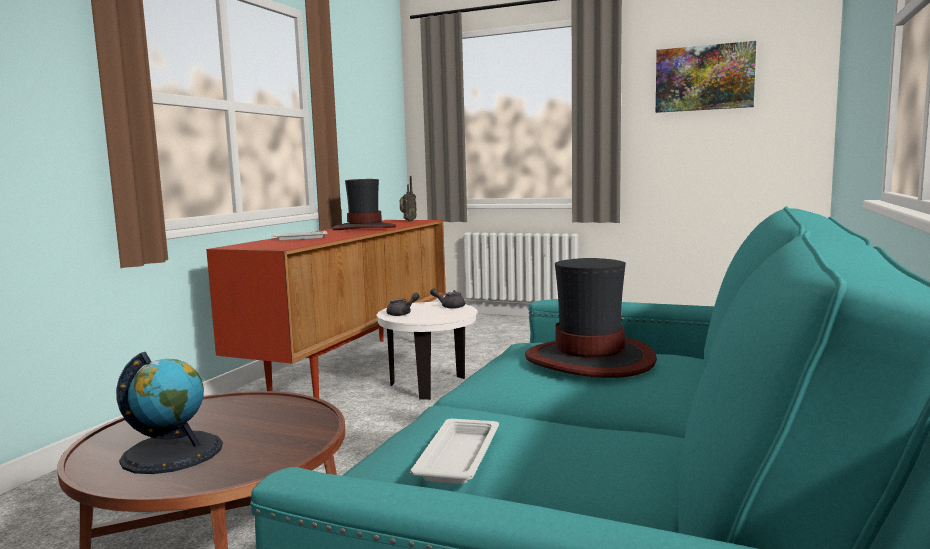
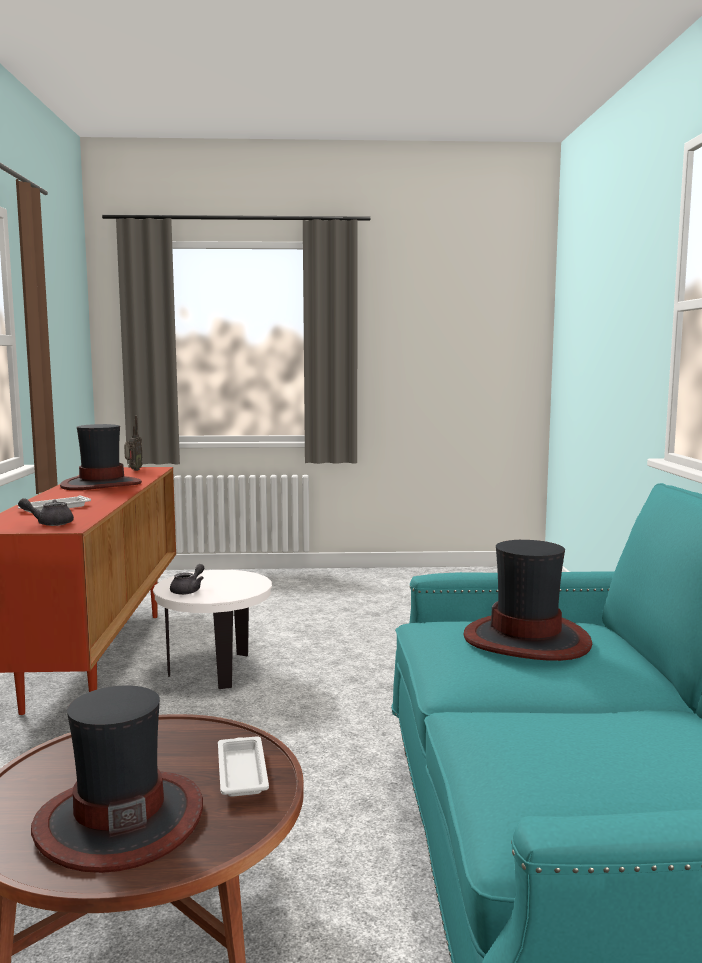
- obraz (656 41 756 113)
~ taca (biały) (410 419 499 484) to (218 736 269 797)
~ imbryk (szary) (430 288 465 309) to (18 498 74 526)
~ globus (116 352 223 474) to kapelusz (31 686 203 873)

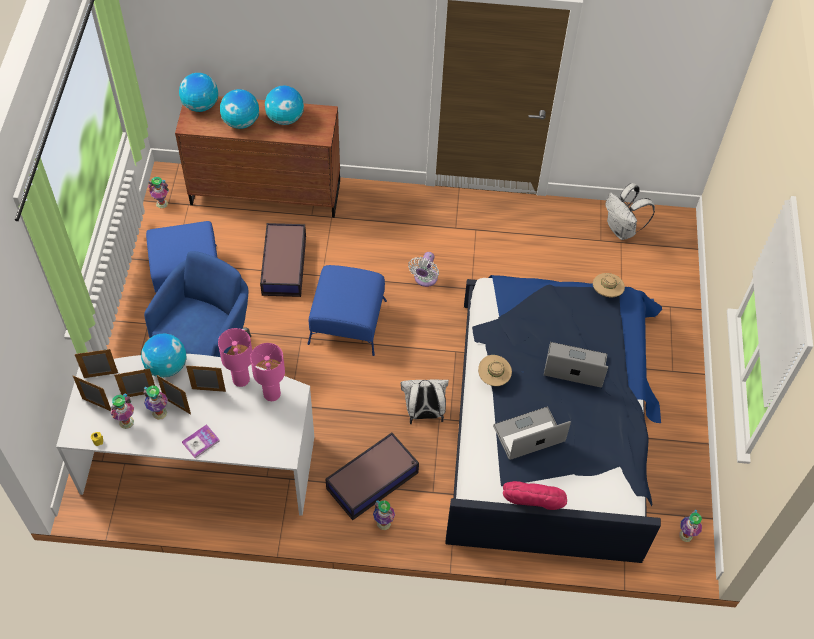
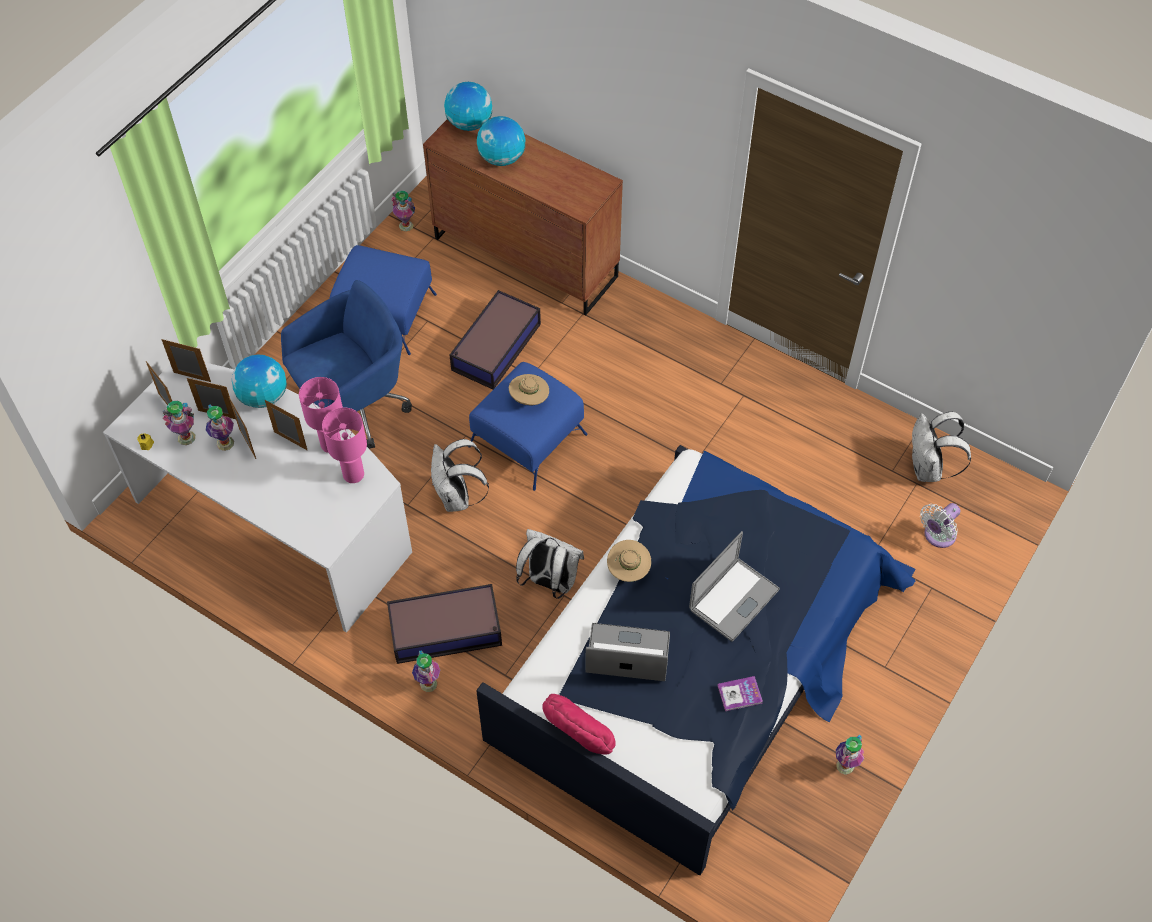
- globus (265 86 304 125)
+ plecak (biały) (431 439 489 512)
~ książka (182 424 220 458) to (717 676 763 711)
~ wentylator (biały) (408 252 439 287) to (920 503 960 548)
~ kapelusz (beżowy) (593 273 625 297) to (509 374 549 405)
~ wazon (679 510 702 542) to (836 735 864 775)
~ laptop (544 342 608 388) = (689 531 780 642) 90 degrees clockwise

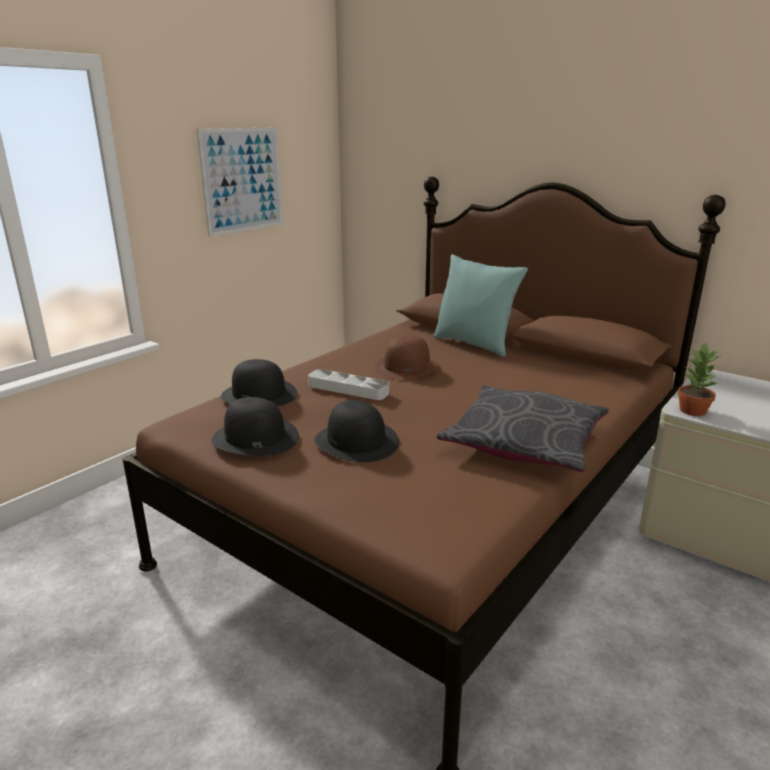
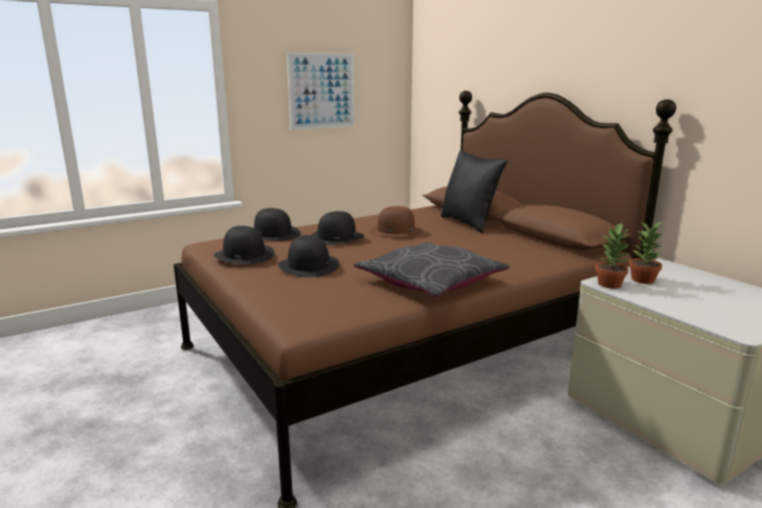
+ roślina doniczkowa (629 221 662 284)
~ taca (szary) (308 369 389 400) to kapelusz (czarny) (311 211 364 245)
~ poduszka (turkusowy) (433 254 528 357) to poduszka (czarny) (441 150 508 233)

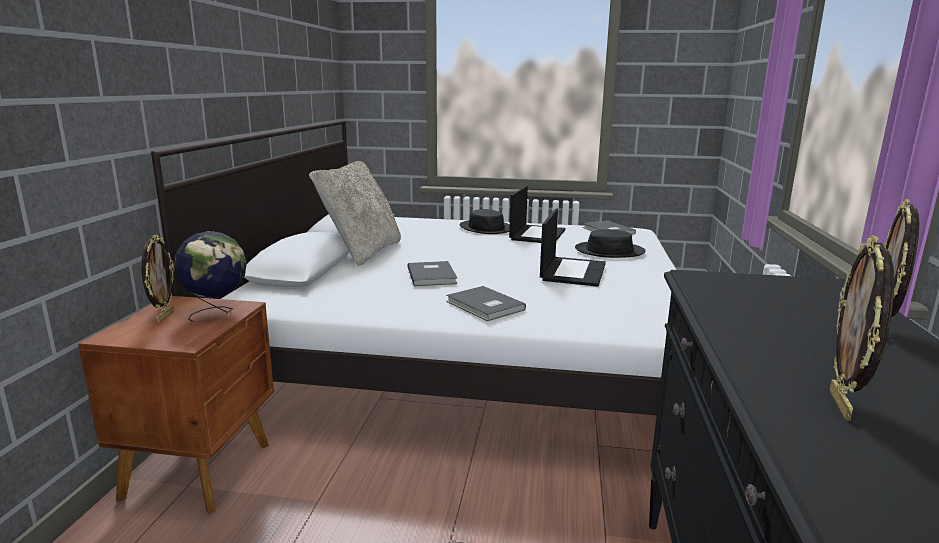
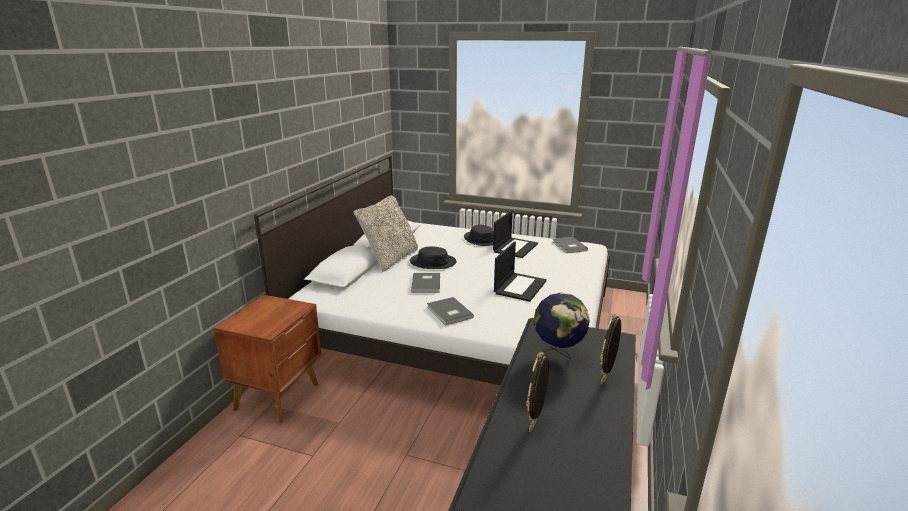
- ramka na zdjęcie (142 235 174 323)
~ globus (174 231 247 322) to (534 293 590 359)
~ kapelusz (czarny) (575 229 646 258) to (410 247 457 269)

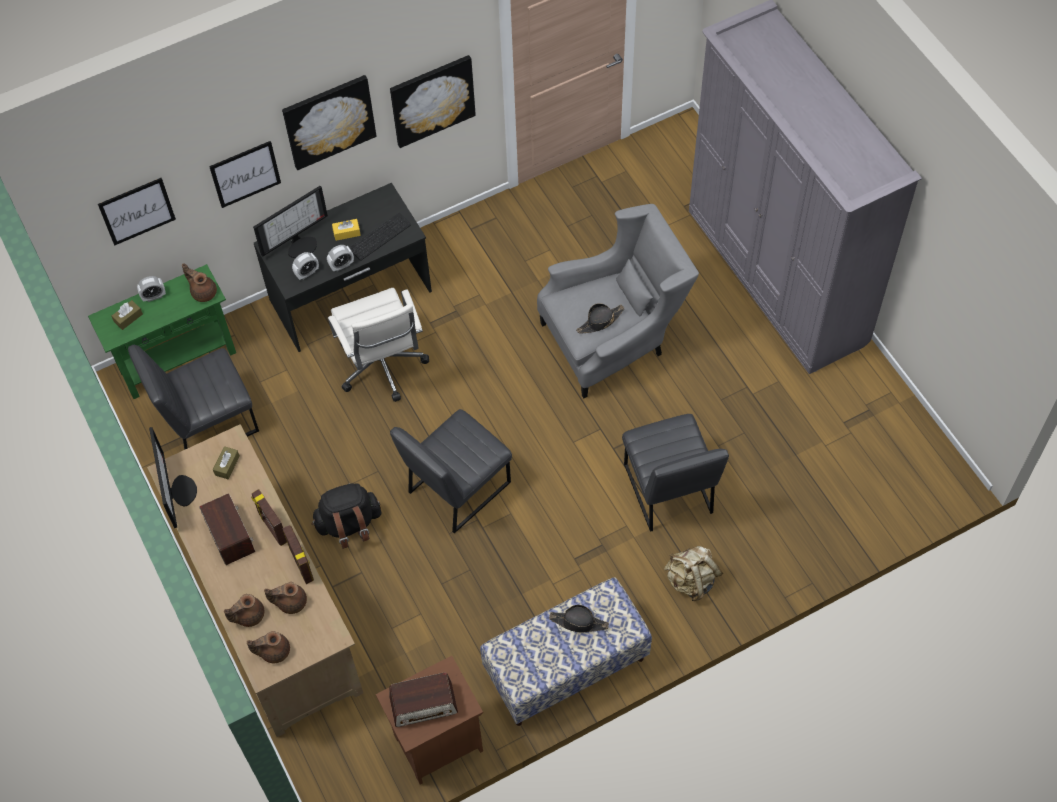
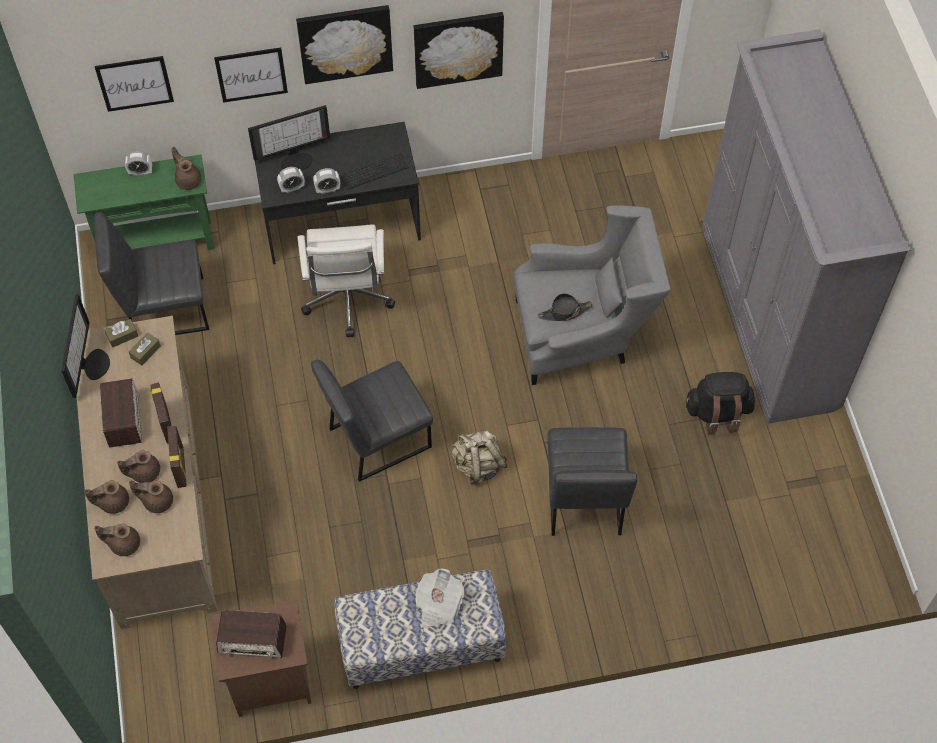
- pudełko chusteczek (żółty) (332 219 361 241)
+ imbryk (brązowy) (117 450 160 483)
~ pudełko chusteczek (brązowy) (112 300 143 330) to (104 319 138 348)
~ plecak (czarny) (312 483 382 549) to (685 372 755 434)
~ plecak (beżowy) (664 546 723 601) to (452 430 507 485)
~ kapelusz (czarny) (549 605 609 633) to gazeta (415 568 465 626)

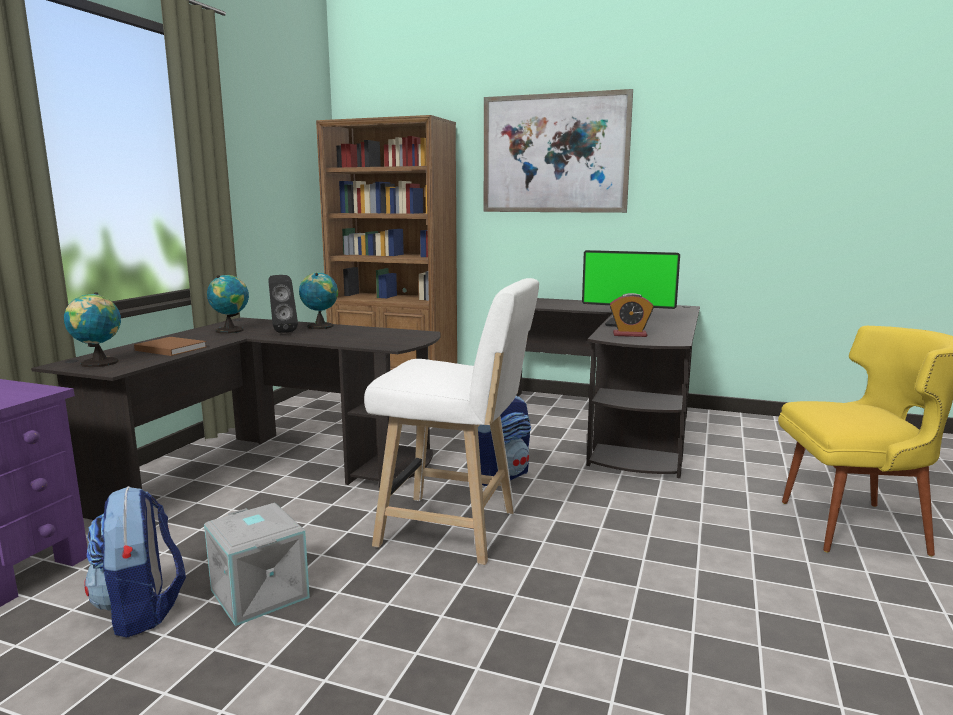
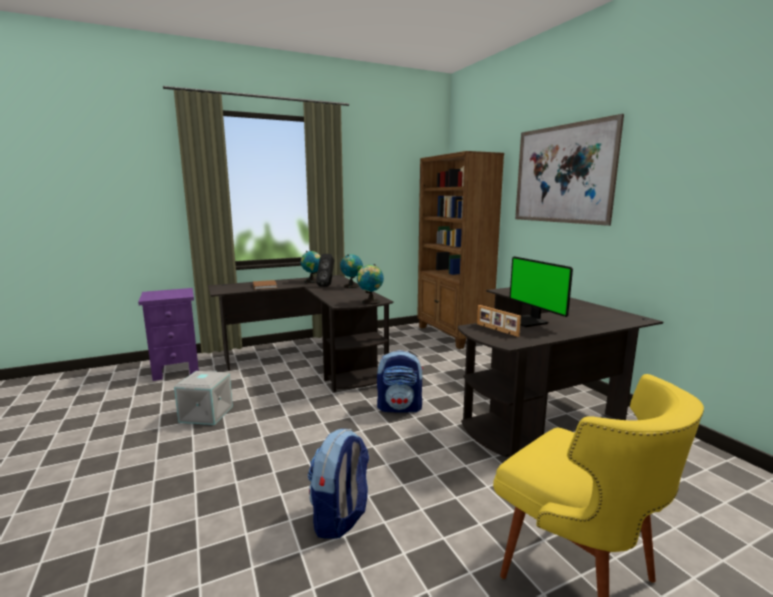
- stołek (biały) (364 278 539 565)
~ globus (64 292 121 367) to (357 264 384 304)
~ plecak (85 486 186 638) to (308 429 369 539)
~ budzik (610 293 654 337) to ramka na zdjęcie (477 305 521 337)

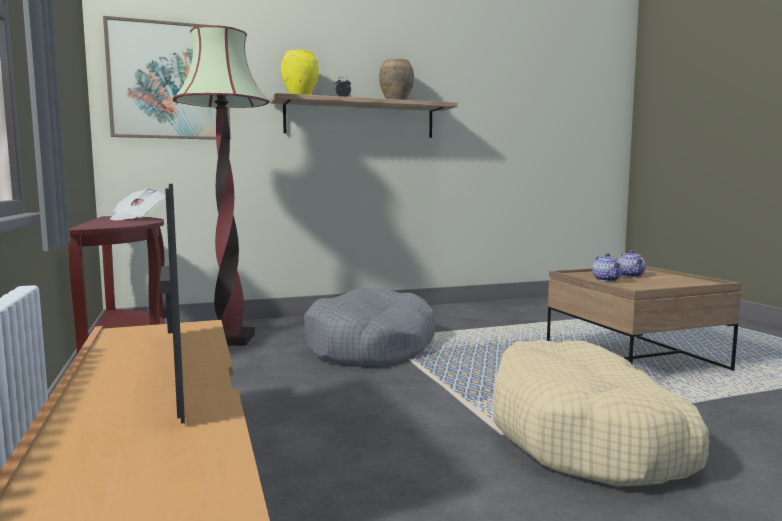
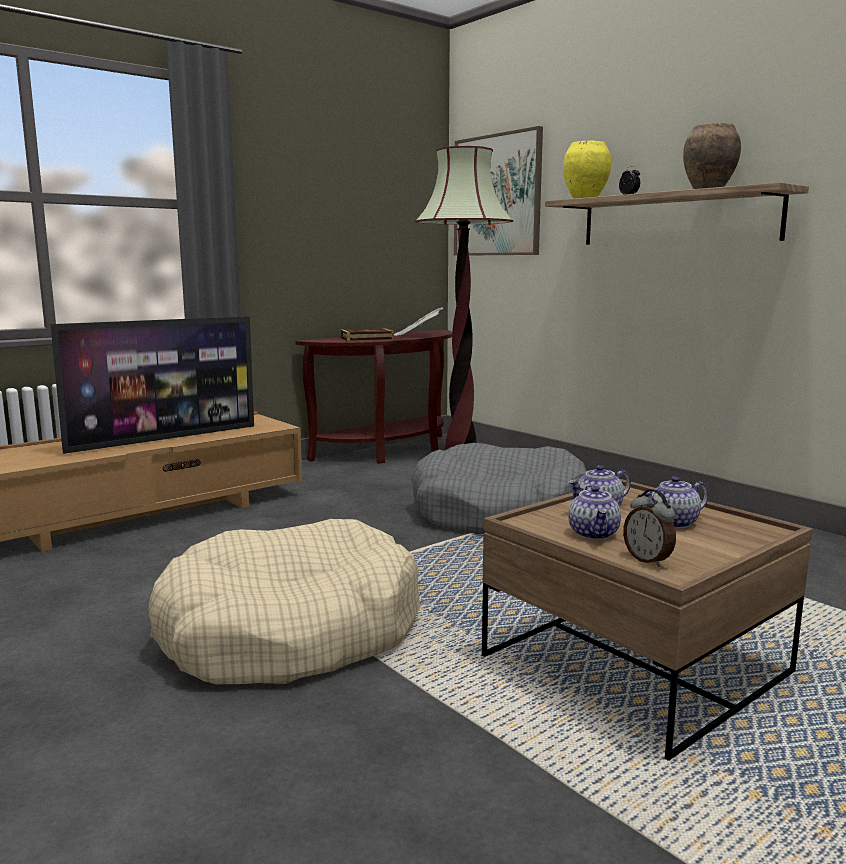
+ książka (341 328 394 341)
+ imbryk (568 485 621 540)
+ budzik (623 489 676 567)

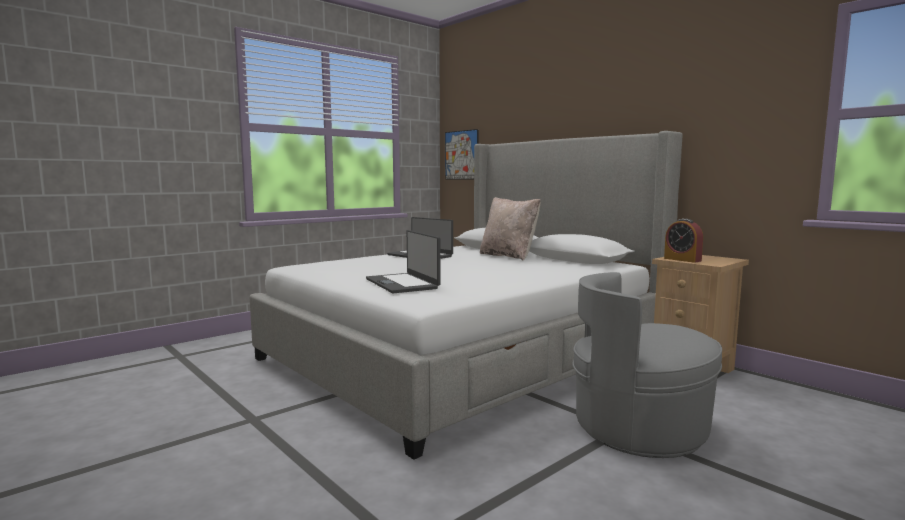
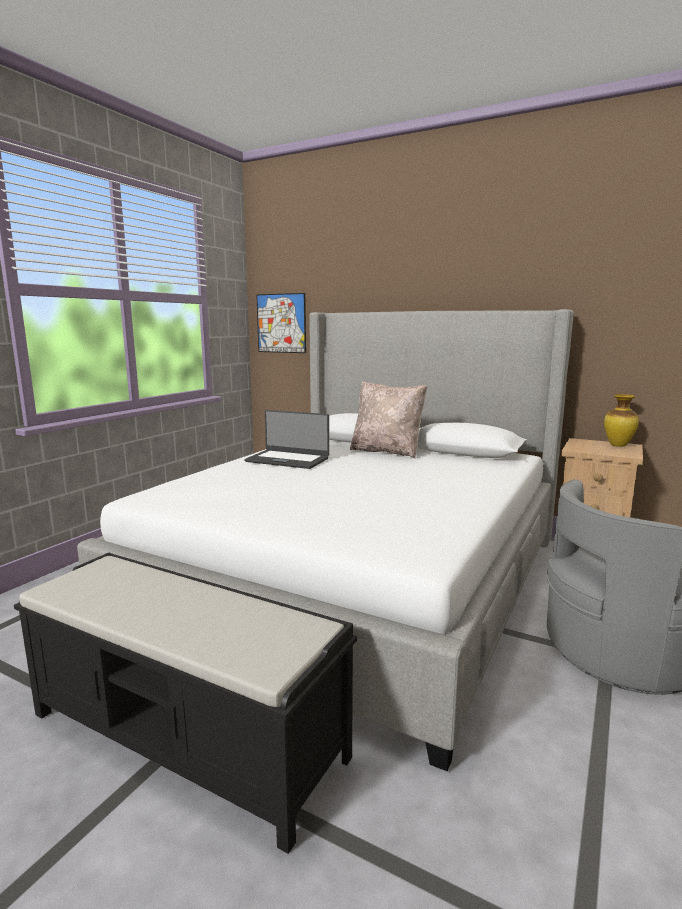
- laptop (366 230 441 293)
- budzik (664 219 703 263)
+ ławka (czarny) (14 553 357 854)
+ wazon (604 394 639 447)

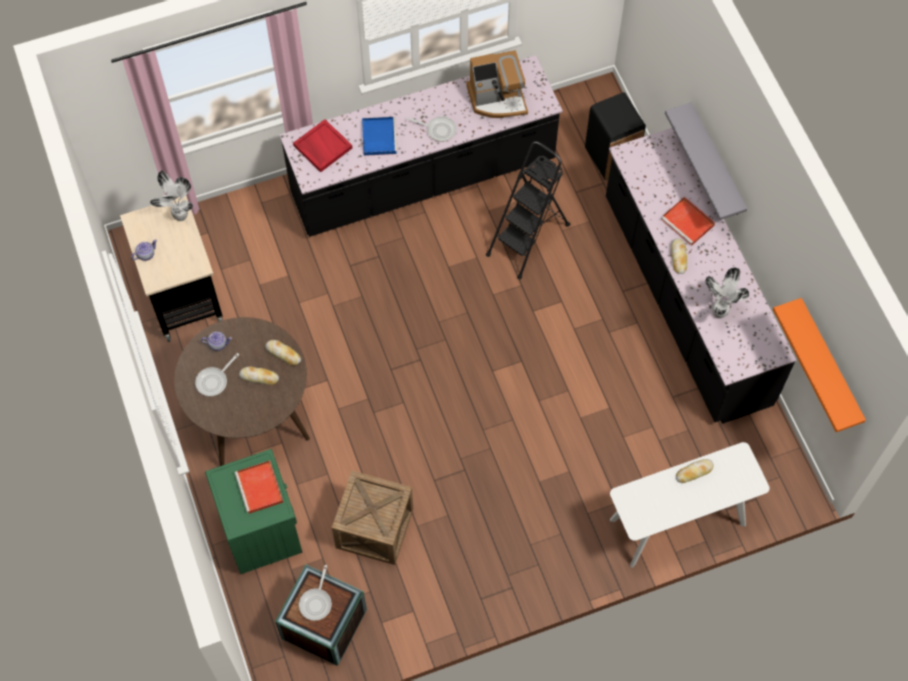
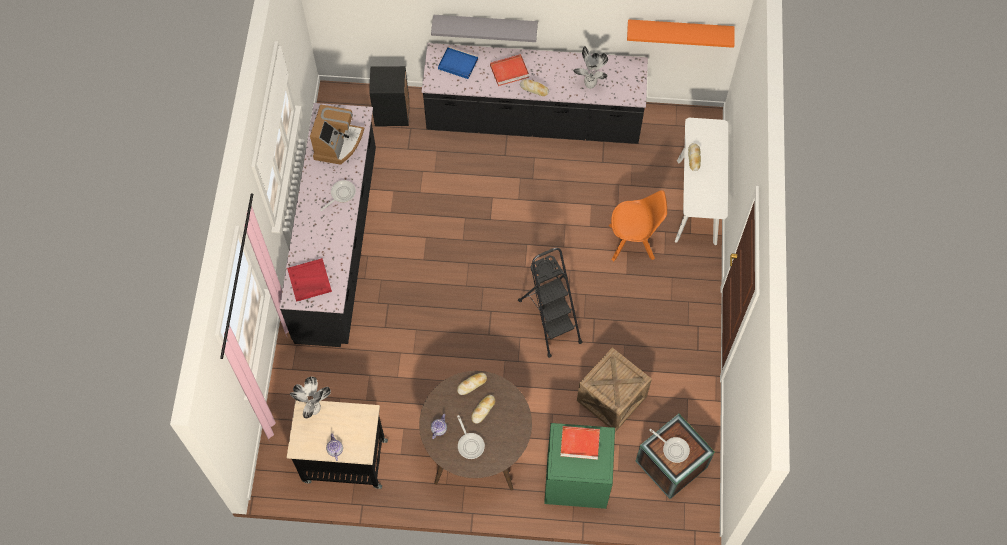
+ krzesło (pomarańczowy) (608 190 667 261)
~ taca (niebieski) (362 117 398 156) to (438 46 478 79)
~ drabinka (486 141 570 279) to (518 248 583 358)

